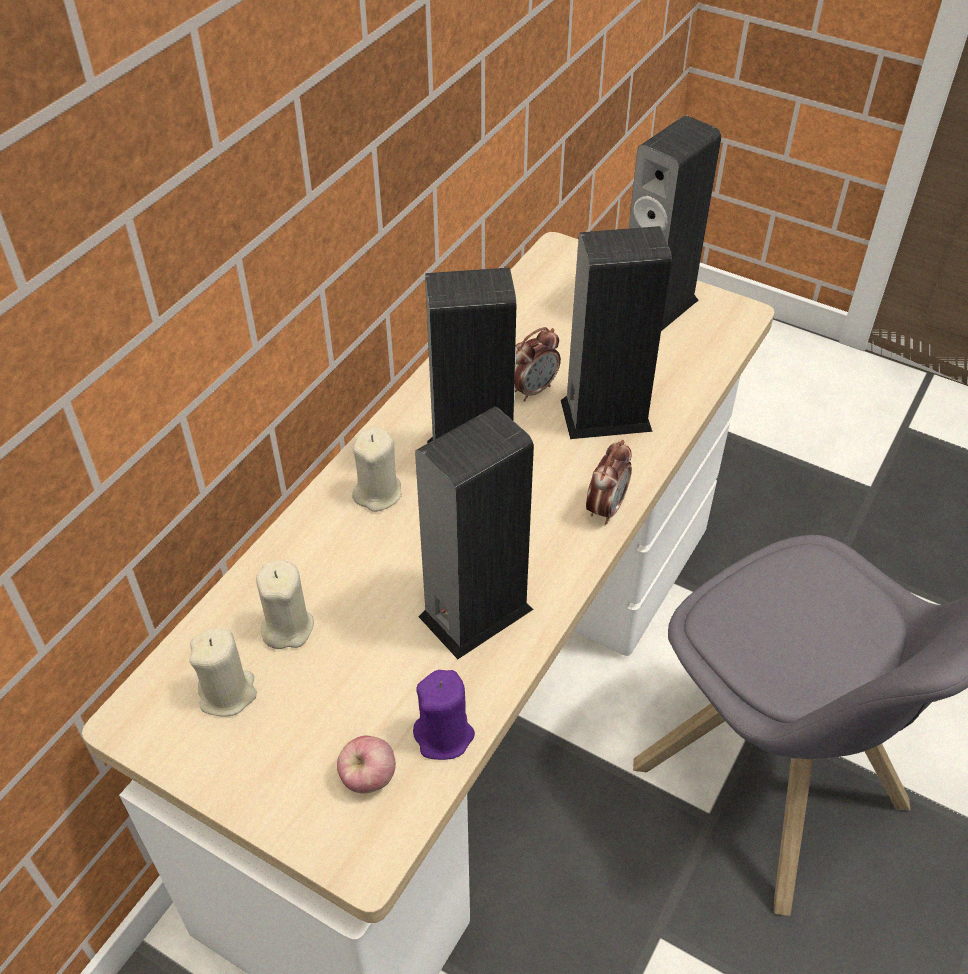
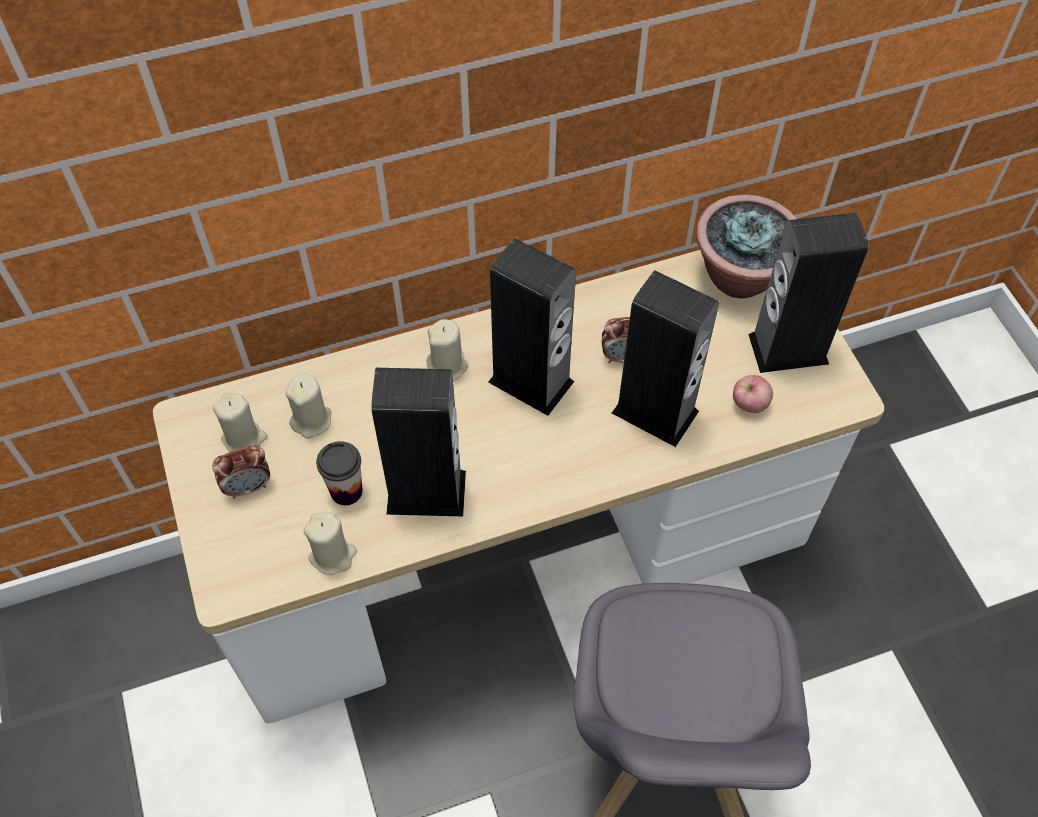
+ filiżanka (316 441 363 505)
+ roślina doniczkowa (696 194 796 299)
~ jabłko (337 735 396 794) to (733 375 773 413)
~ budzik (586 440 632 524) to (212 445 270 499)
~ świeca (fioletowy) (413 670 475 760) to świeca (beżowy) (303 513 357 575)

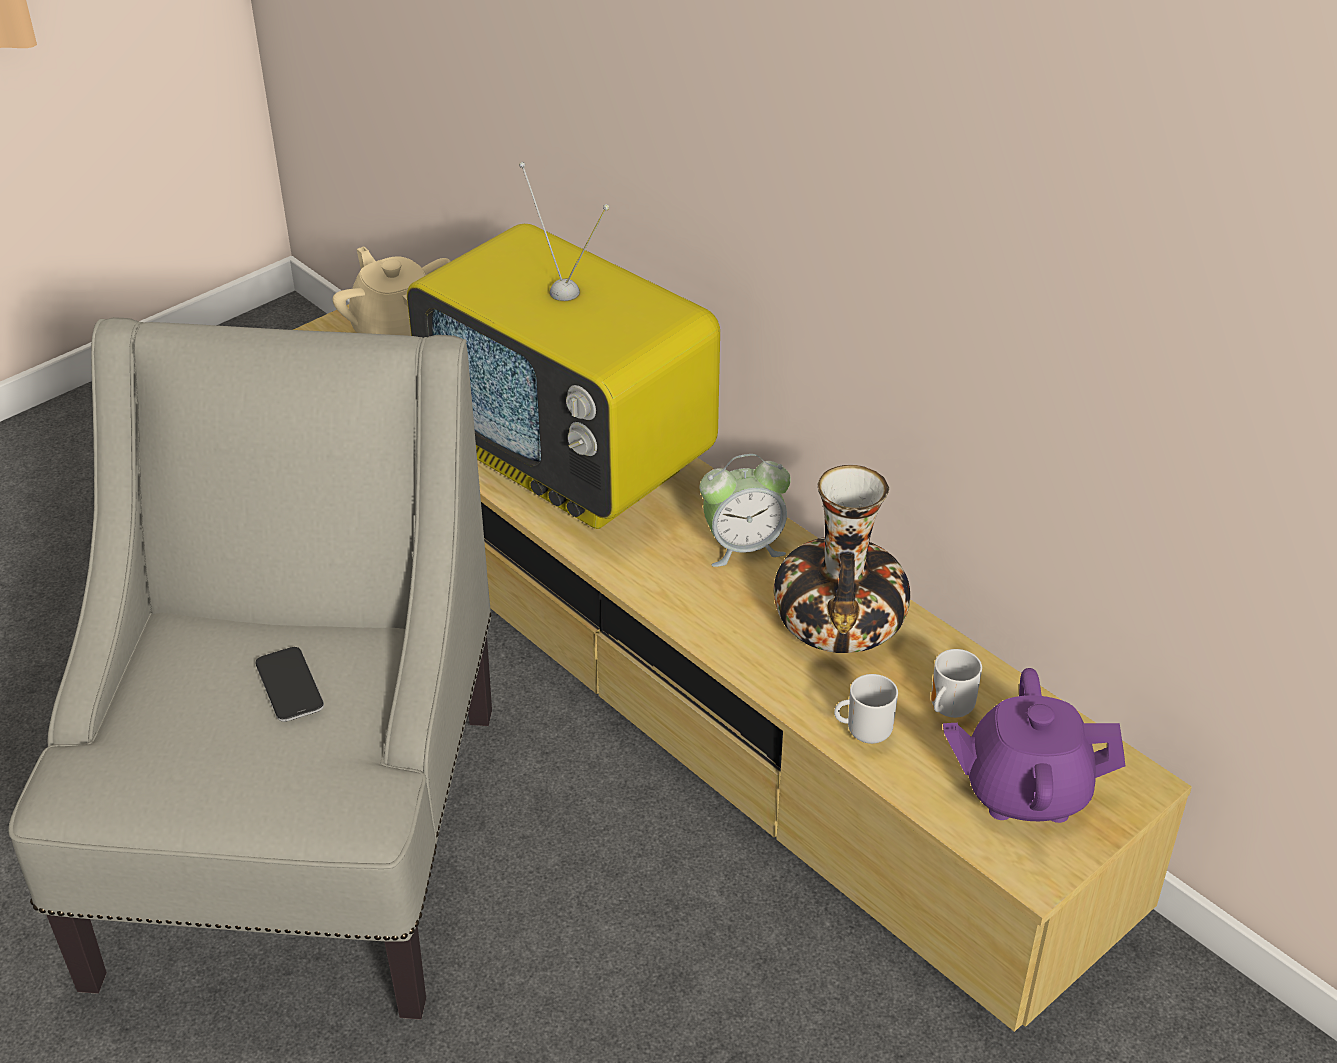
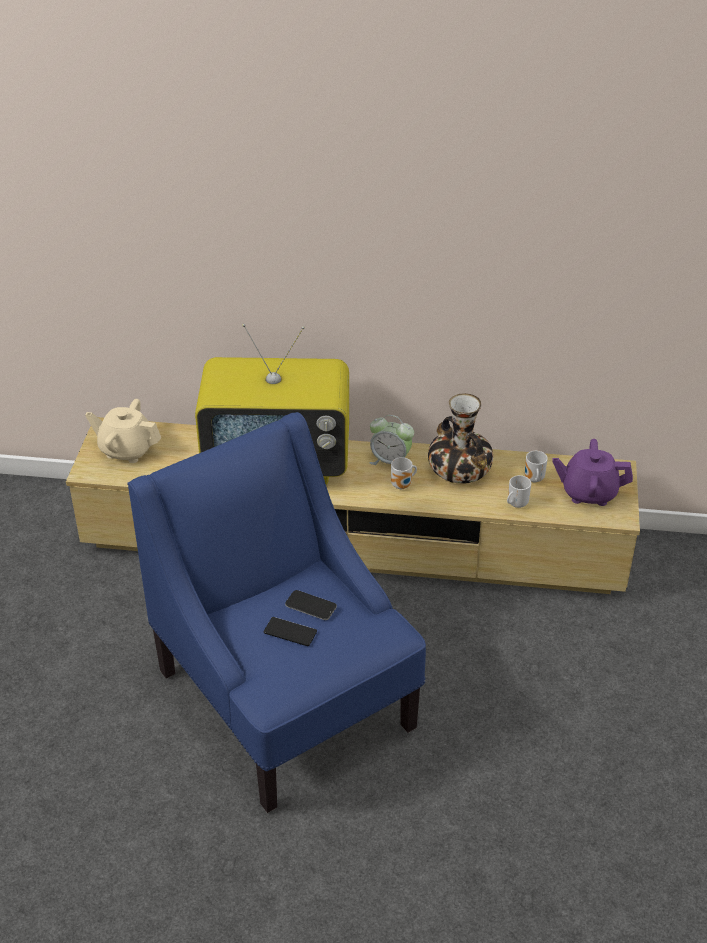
+ telefon (264 617 317 646)
+ kubek (391 457 417 489)
~ fotel (szary) (8 317 492 1020) to fotel (niebieski) (127 412 426 813)
~ budzik (699 454 791 567) = (370 415 414 465) 75 degrees clockwise
~ imbryk (fioletowy) (943 668 1125 823) = (552 439 633 506) 45 degrees clockwise

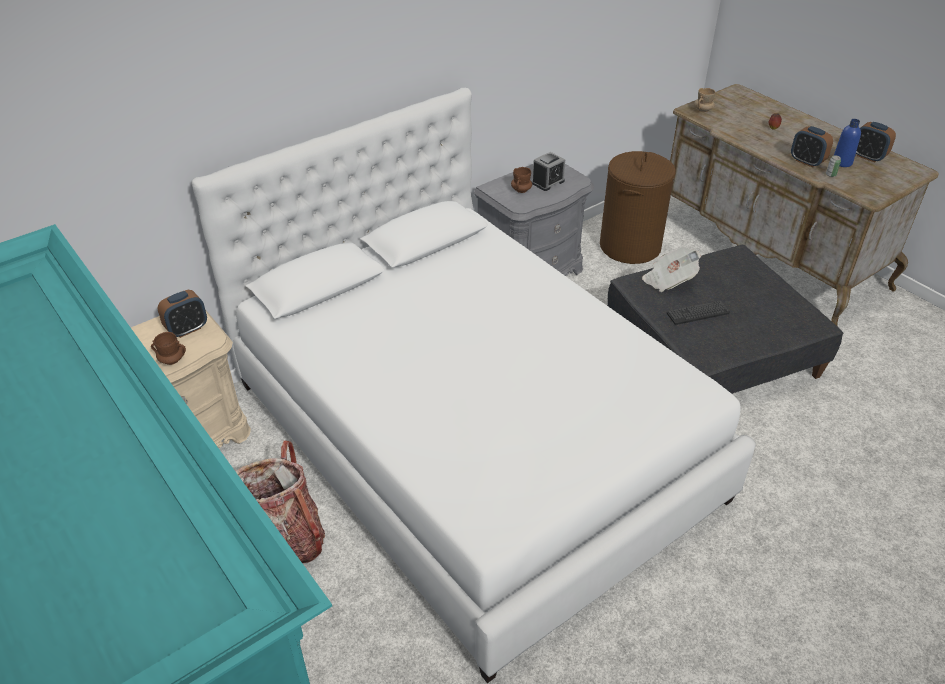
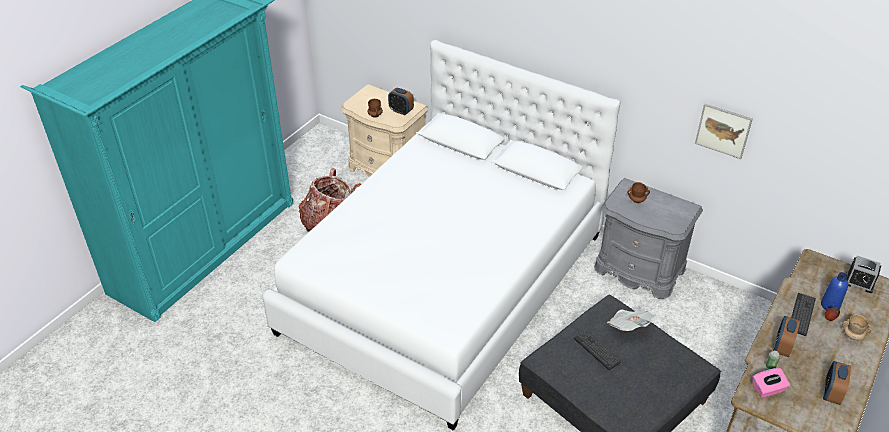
- kosz na pranie (brązowy) (600 151 676 264)
+ obraz (695 104 753 159)
+ pudełko chusteczek (różowy) (752 368 790 398)
+ klawiatura (791 293 816 336)
~ budzik (532 152 565 191) to (846 256 881 293)
~ kubek (beżowy) (695 88 715 112) to (842 315 872 340)
~ butelka (niebieski) (834 119 861 167) to (821 272 848 310)

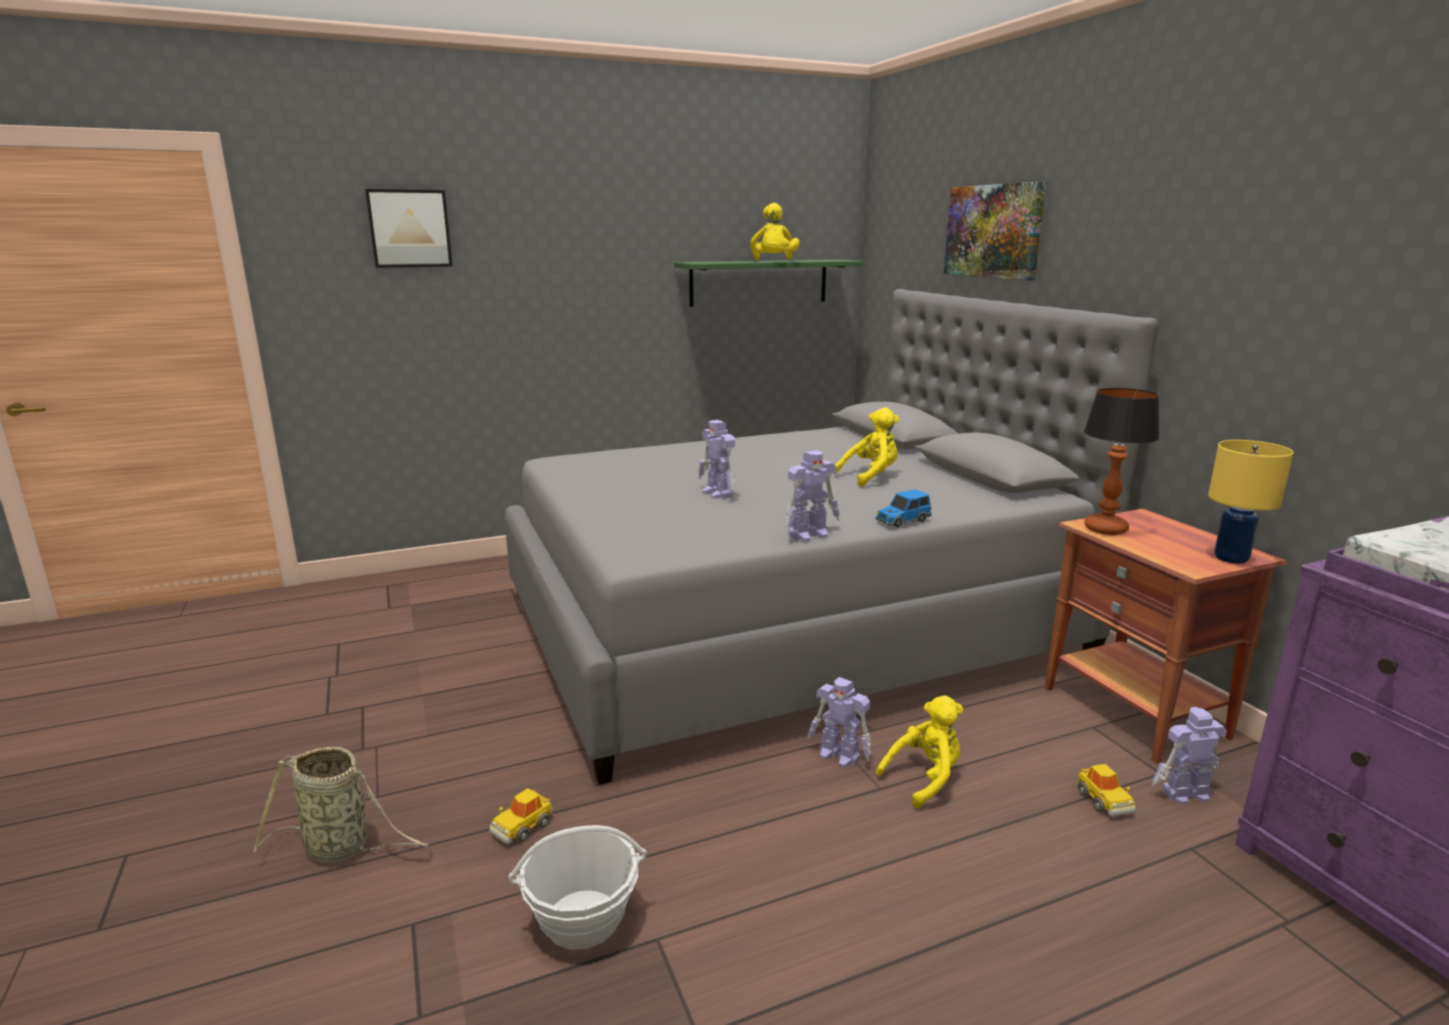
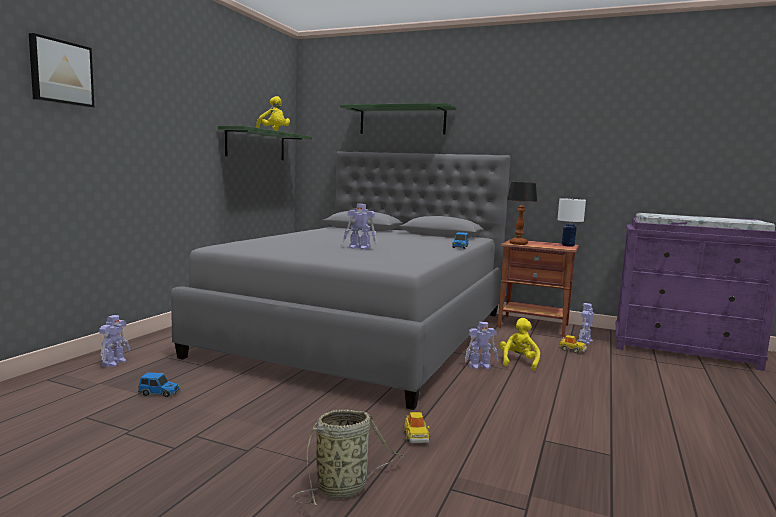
- koszyk (508 825 646 950)
- pluszak (żółty) (835 407 899 487)
+ samochodzik (138 372 180 397)
~ robot zabawkowy (785 450 840 541) to (100 315 130 367)
~ obraz (944 181 1047 280) to półka (zielony) (340 103 456 134)
~ lampa stołowa (żółty) (1208 440 1294 564) to lampa stołowa (biały) (557 198 586 247)

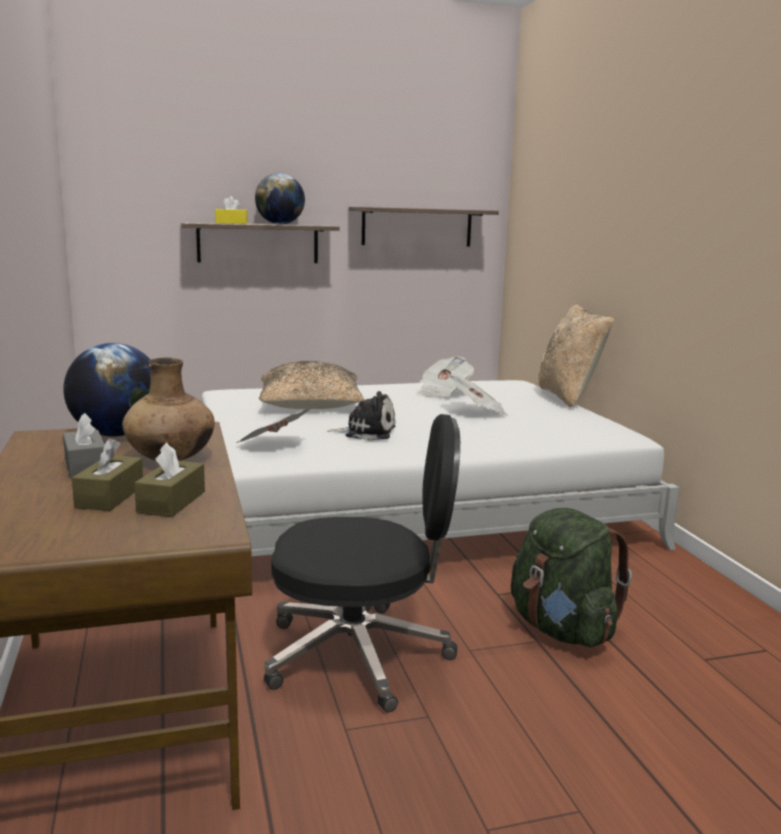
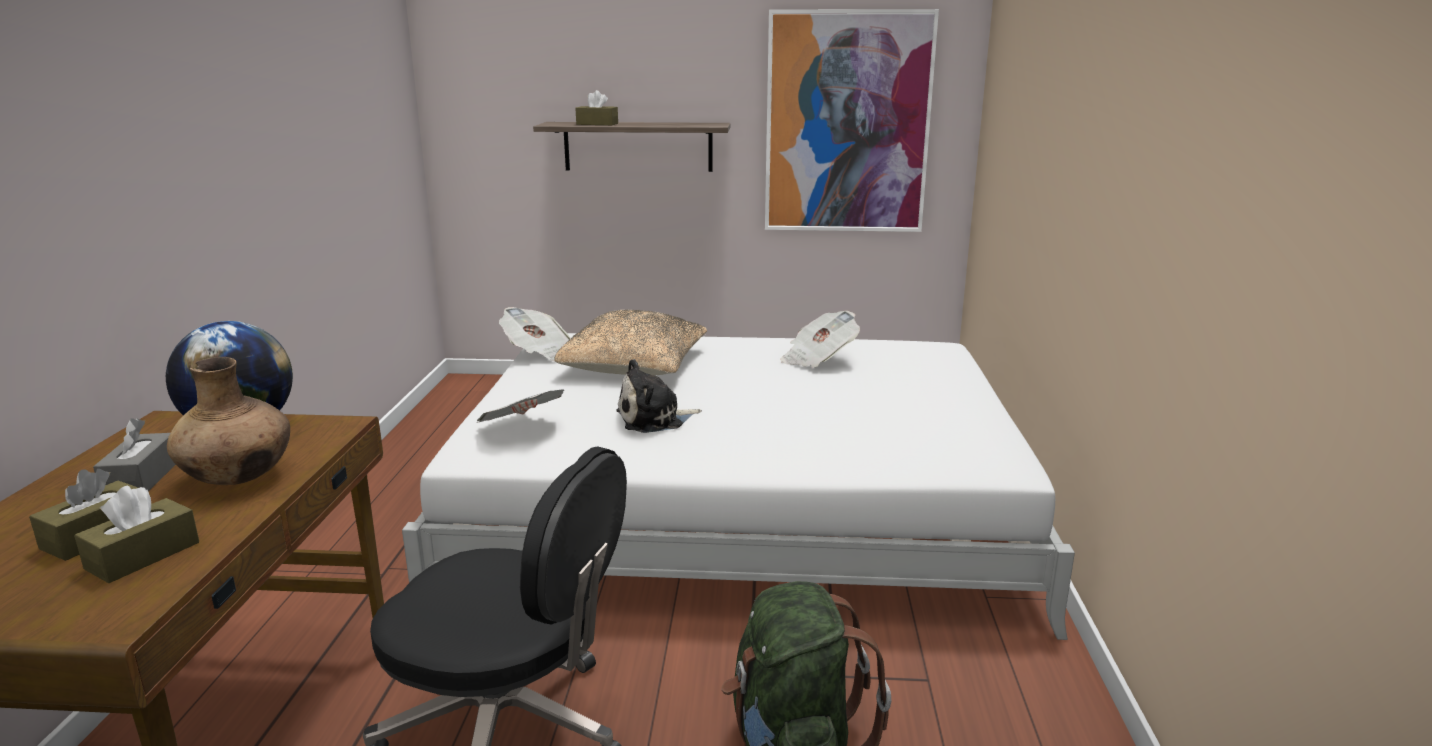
- globus (255 173 305 224)
- poduszka (beżowy) (538 305 614 408)
~ gazeta (448 375 508 416) to (499 307 571 362)
~ półka (349 207 499 247) to obraz (765 9 939 232)
~ pudełko chusteczek (żółty) (215 196 248 224) to pudełko chusteczek (brązowy) (575 90 618 125)
~ pluszak (327 391 396 441) = (616 359 702 433) 135 degrees clockwise

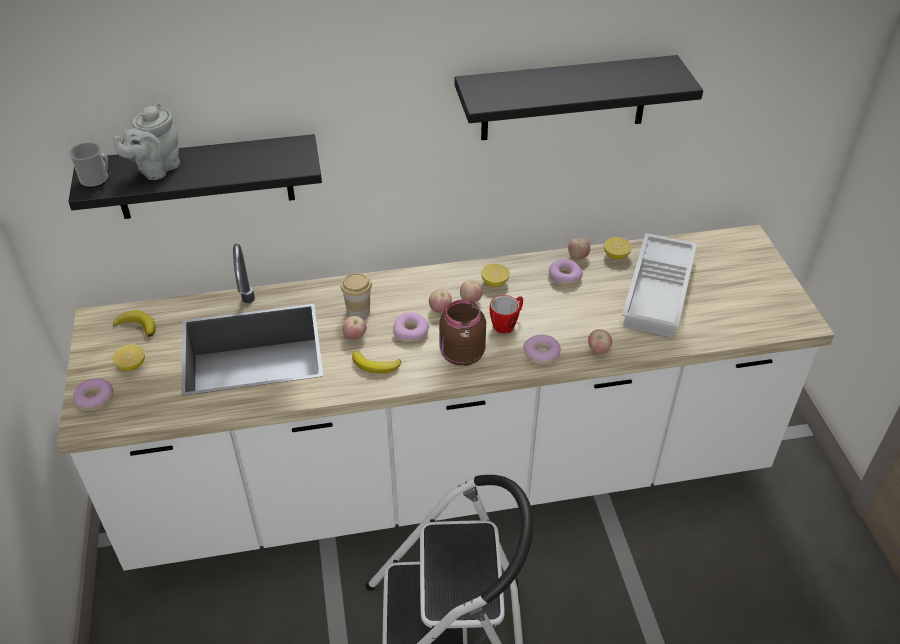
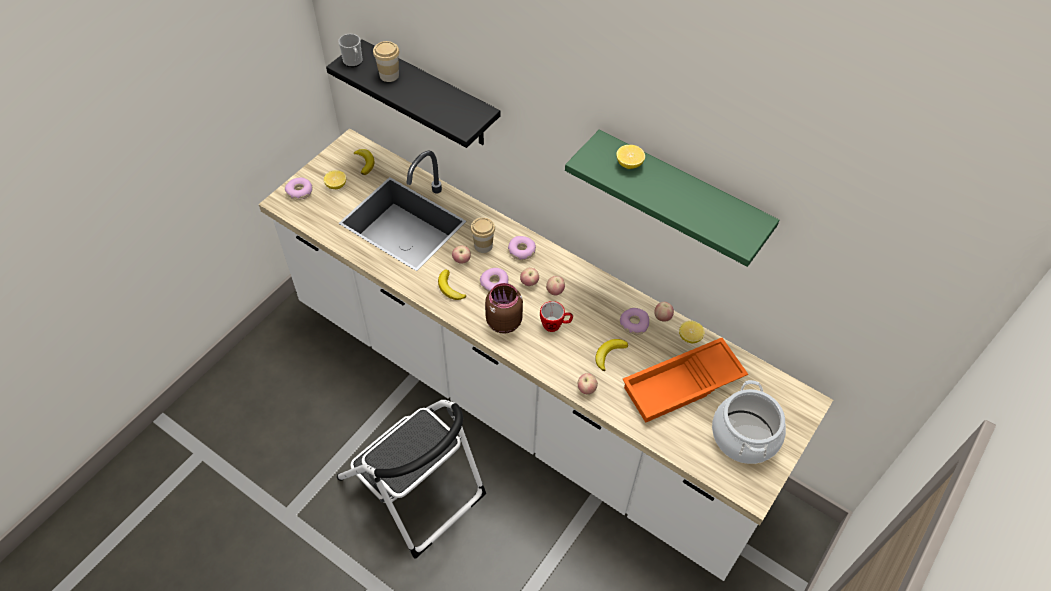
+ banan (595 339 628 371)
+ garnek (712 380 786 464)
~ cytryna (481 263 510 287) to (616 145 645 169)
~ donut (523 335 561 365) to (508 236 536 260)
~ imbryk (szary) (113 103 180 180) to filiżanka (373 41 400 82)
~ półka (czarny) (455 55 703 140) to półka (zielony) (565 130 779 267)
~ taca (biały) (622 233 697 338) to taca (pomarańczowy) (622 338 748 423)

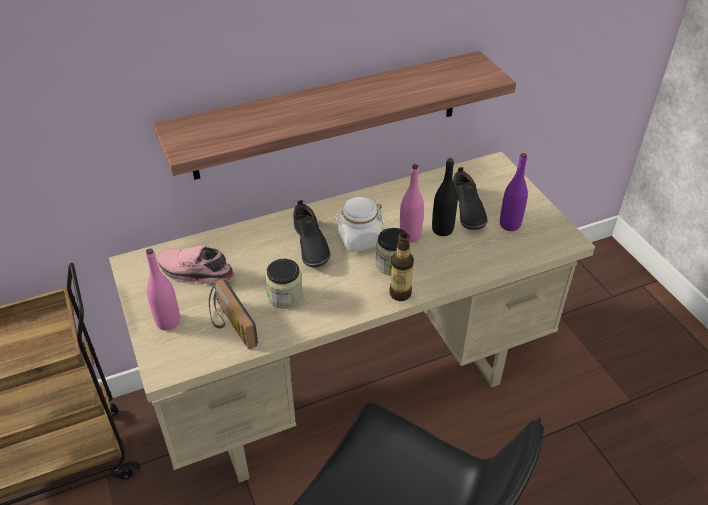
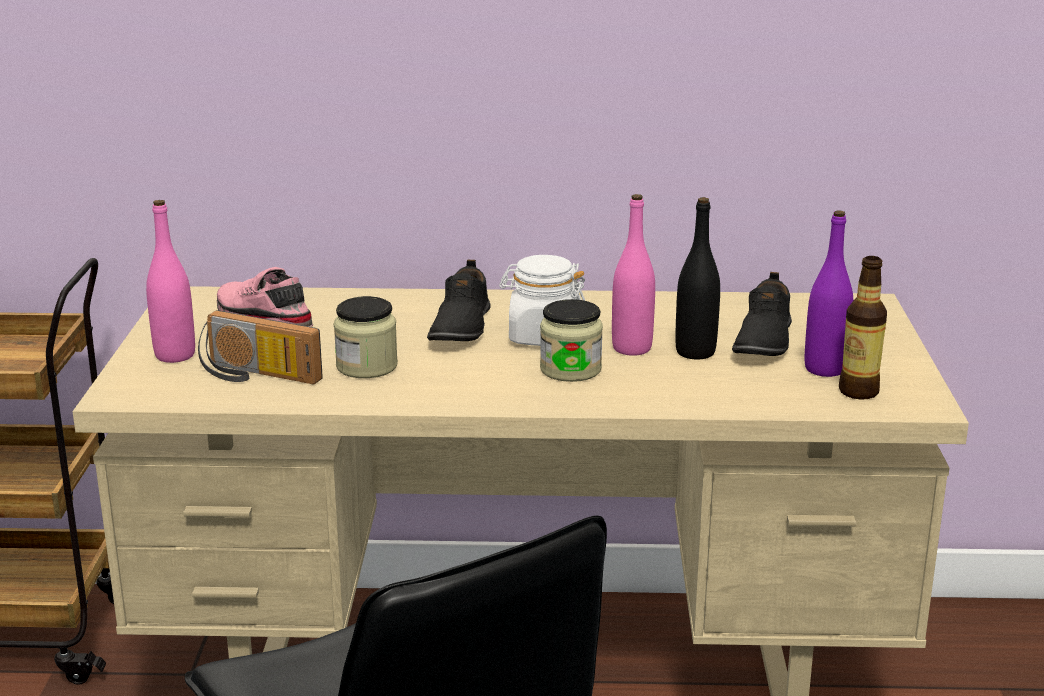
- półka (153 51 516 180)
~ butelka (389 233 414 301) to (839 256 887 400)
~ radio (209 279 258 350) = (198 310 323 384) 60 degrees counterclockwise

